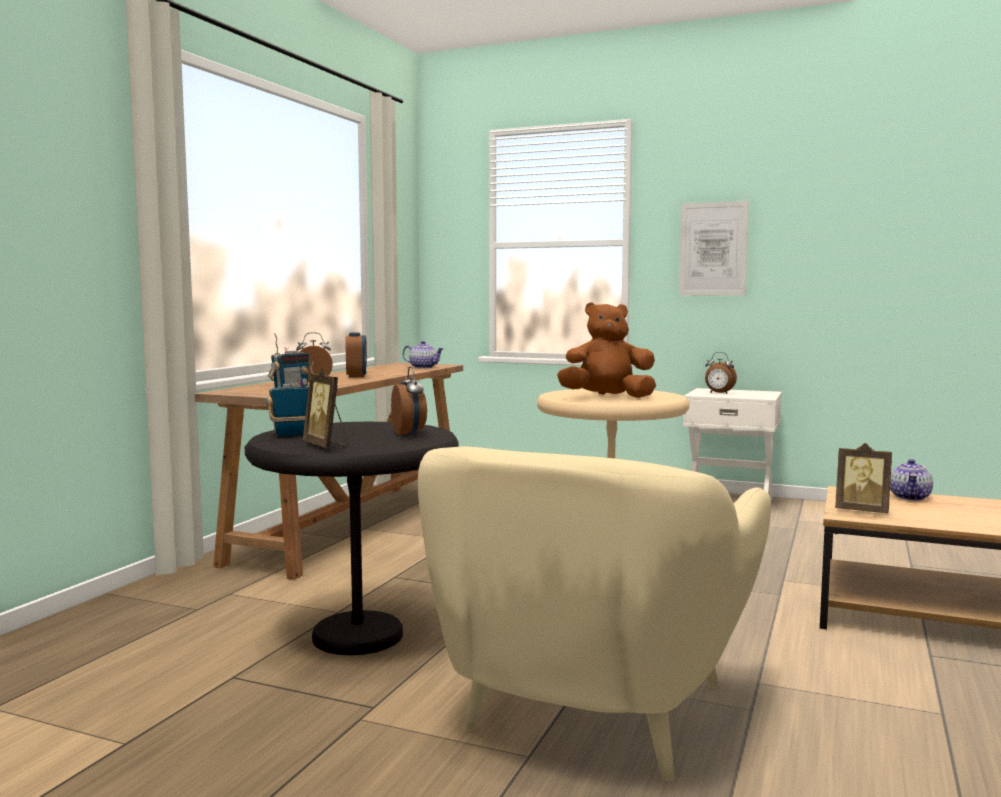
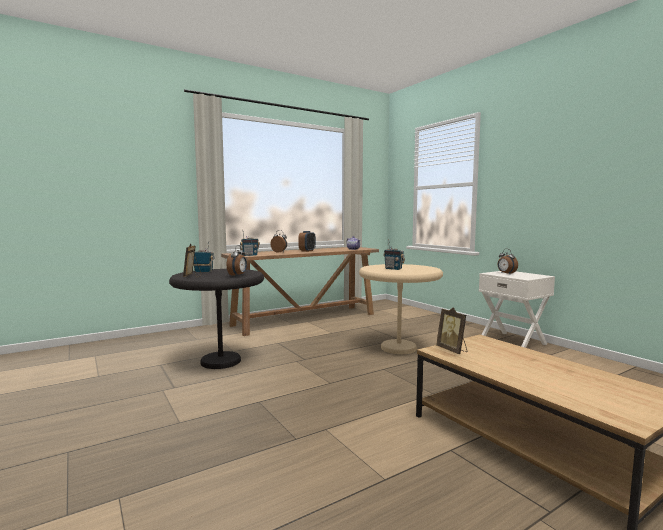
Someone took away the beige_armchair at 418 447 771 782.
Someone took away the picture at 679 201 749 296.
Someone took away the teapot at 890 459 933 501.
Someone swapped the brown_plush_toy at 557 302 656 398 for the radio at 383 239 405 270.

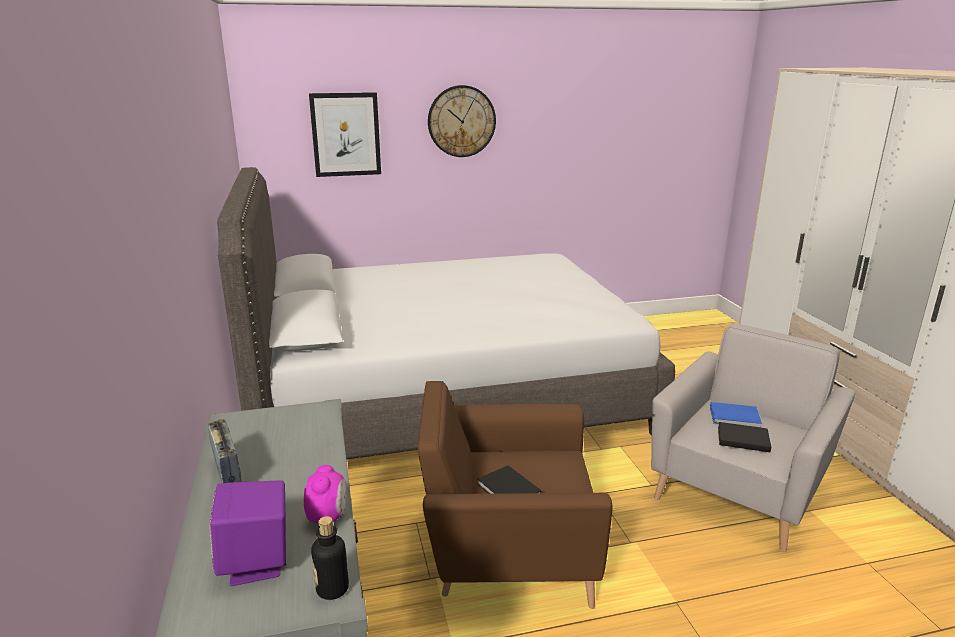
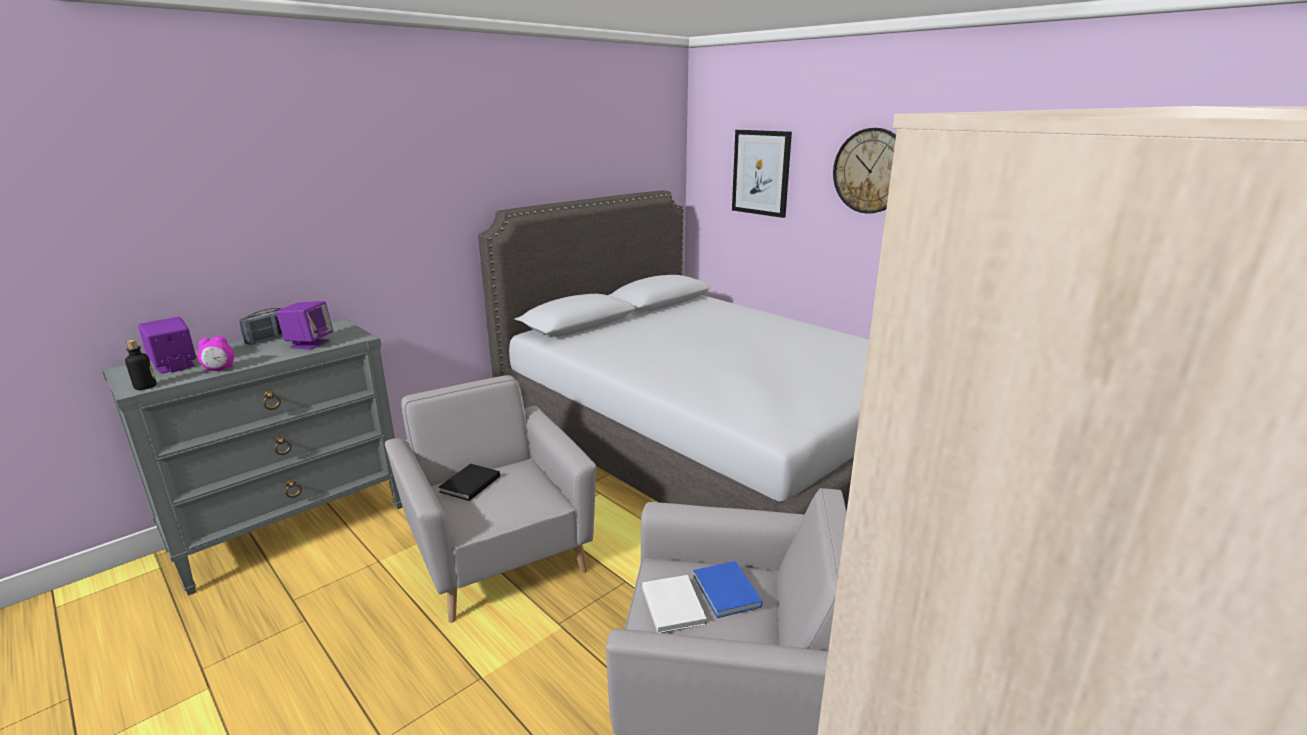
Someone put down the purple_speaker at 276 301 333 350.
Someone repainted the brown_armchair at 418 381 613 609, which became the grey_armchair at 385 375 596 623.
Someone repainted the black_book at 718 422 771 452, which became the white_book at 642 575 707 633.

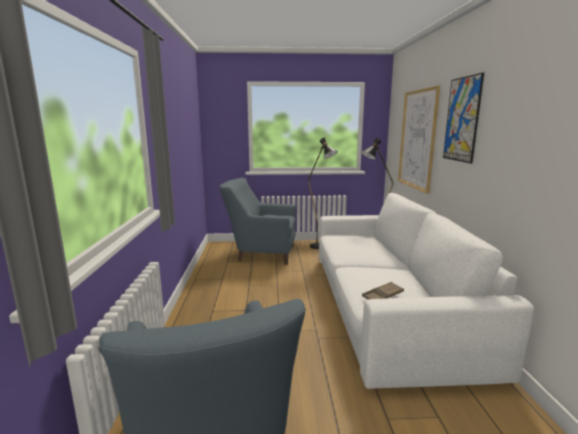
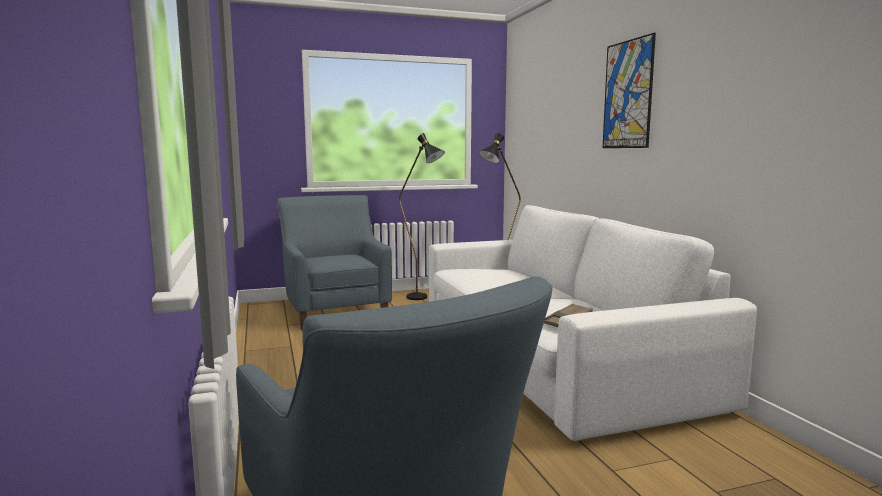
Someone took away the picture at 398 86 440 194.
Someone rotated the blue_armchair at 220 178 296 265 by 75 degrees clockwise.

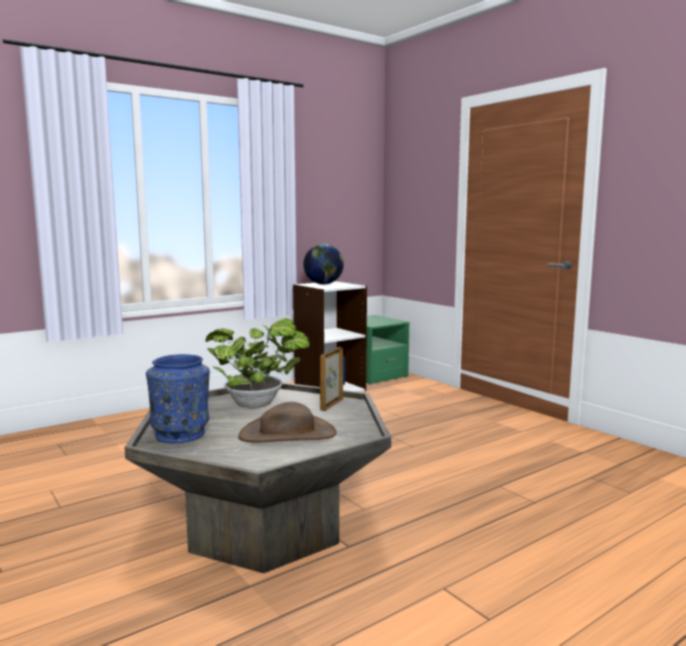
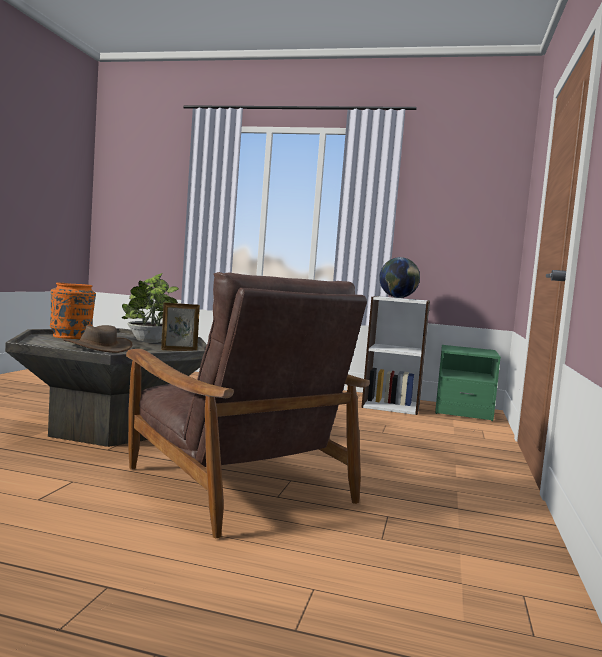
Someone put down the brown_armchair at 126 272 370 538.
Someone repainted the blue_vase at 146 354 210 443, which became the orange_vase at 50 283 96 339.

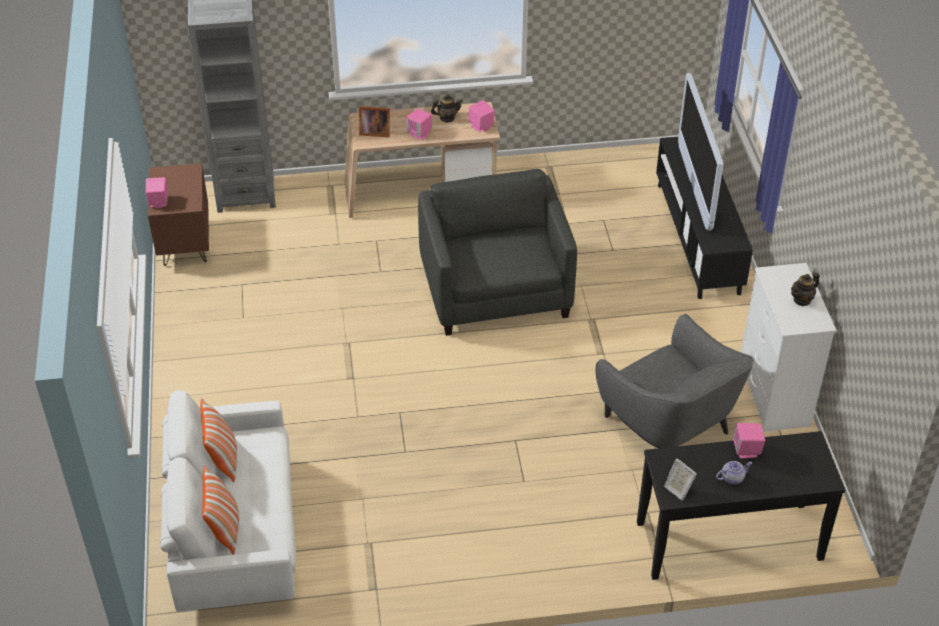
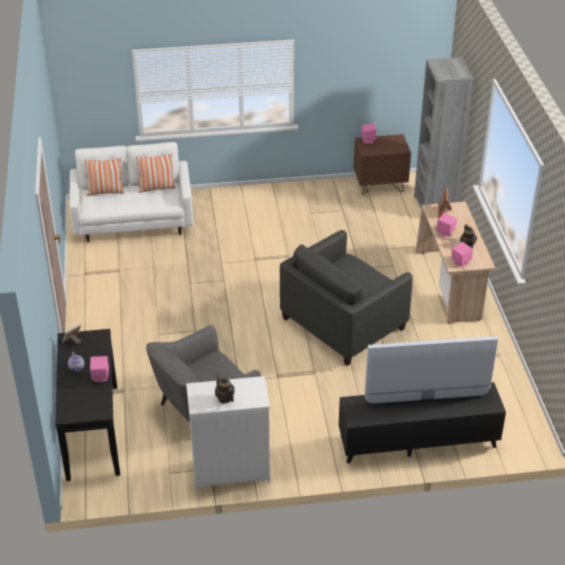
Someone rotated the grey_armchair at 418 169 577 336 by 150 degrees clockwise.

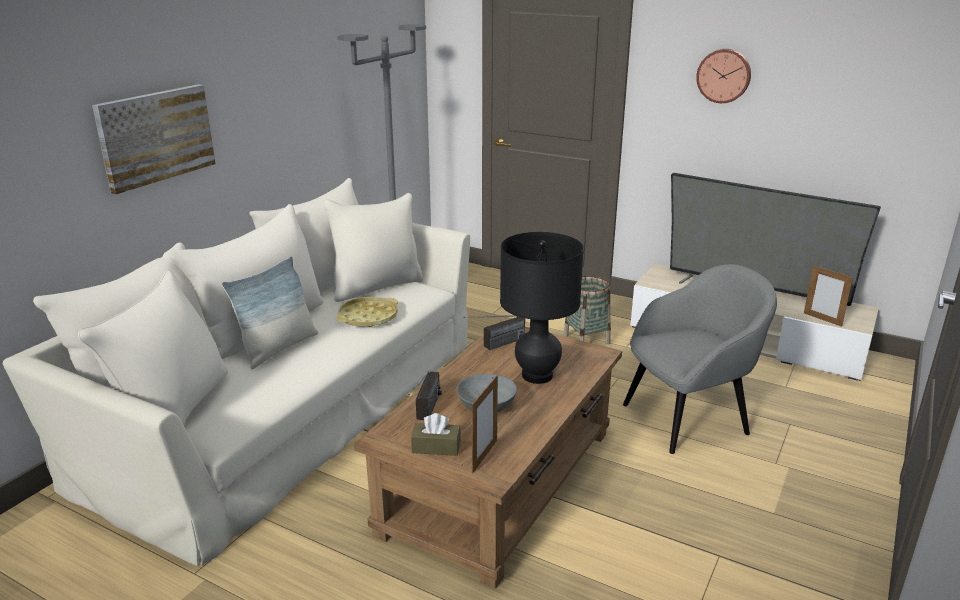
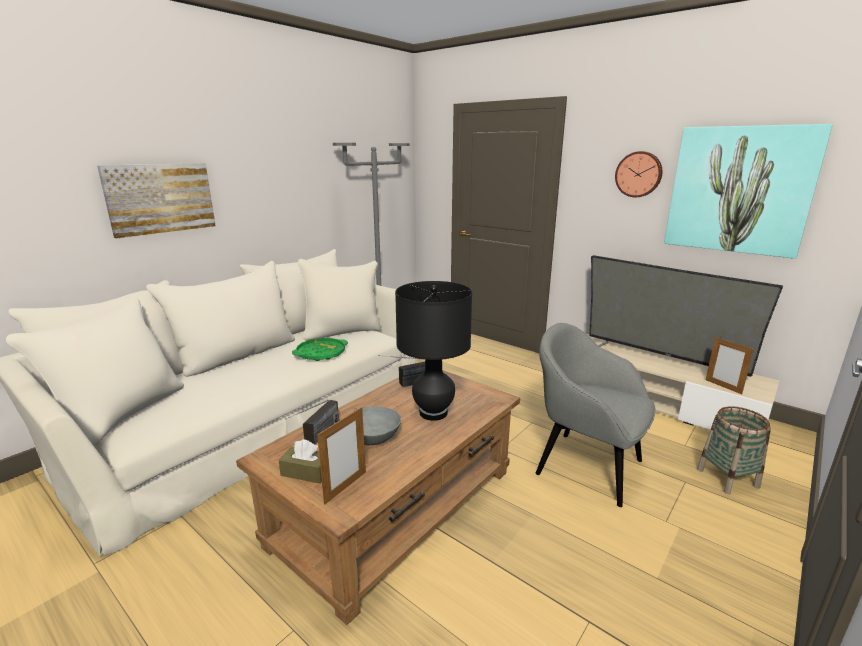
Someone took away the pillow at 222 256 318 369.
Someone put up the picture at 664 124 833 259.
Someone carried the basket from 563 276 611 345 to 697 406 771 494.
Someone repainted the yellow_tray at 336 297 398 327, which became the green_tray at 292 338 348 361.
Someone rotated the grey_armchair at 623 264 777 454 by 135 degrees counterclockwise.

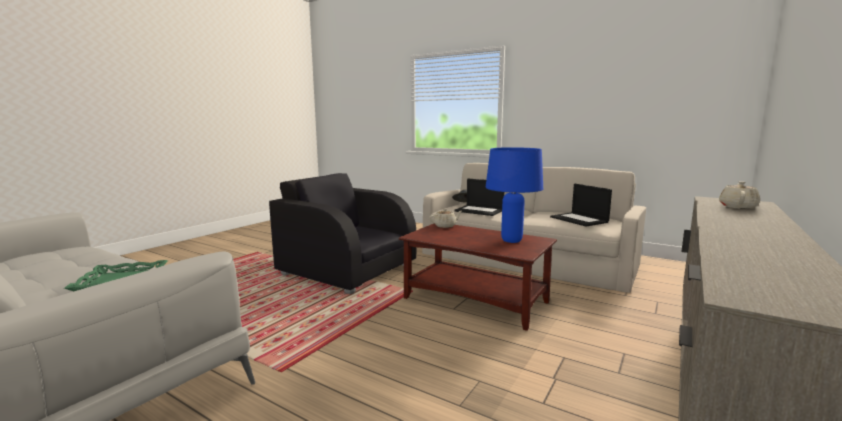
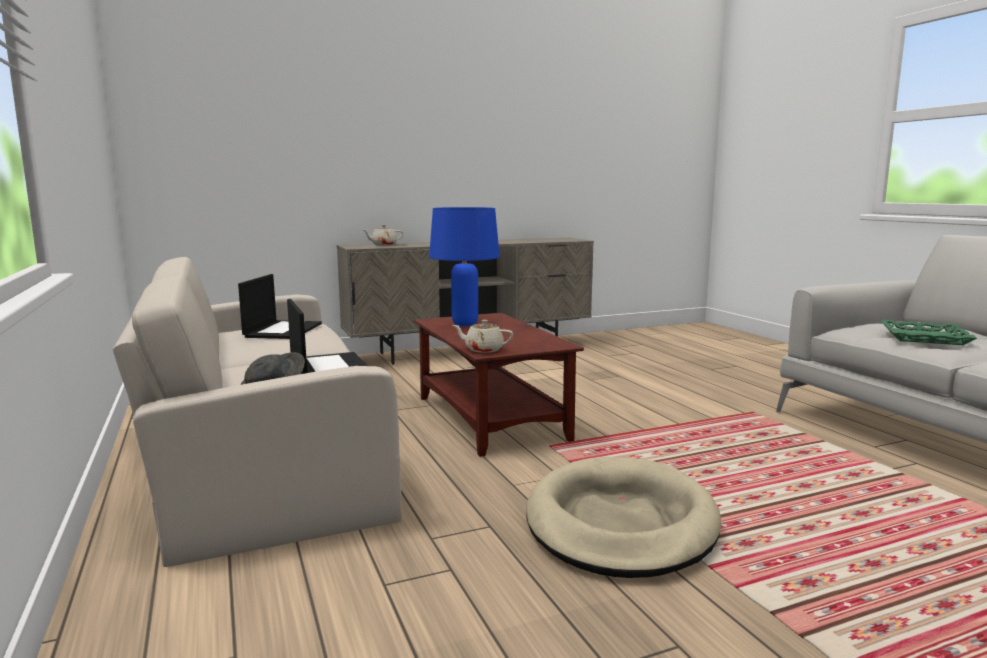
Someone swapped the black_armchair at 269 173 416 294 for the beige_dog_bed at 526 457 721 578.

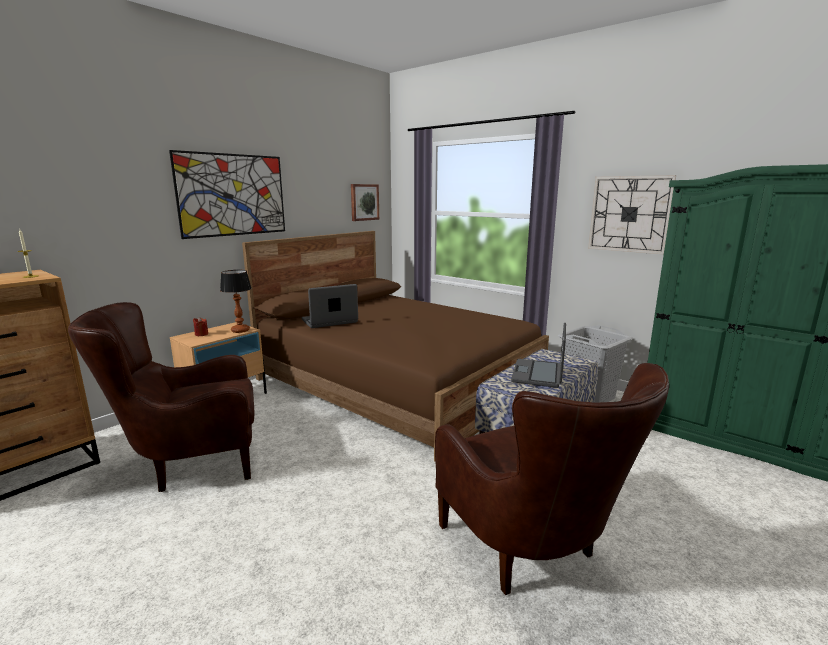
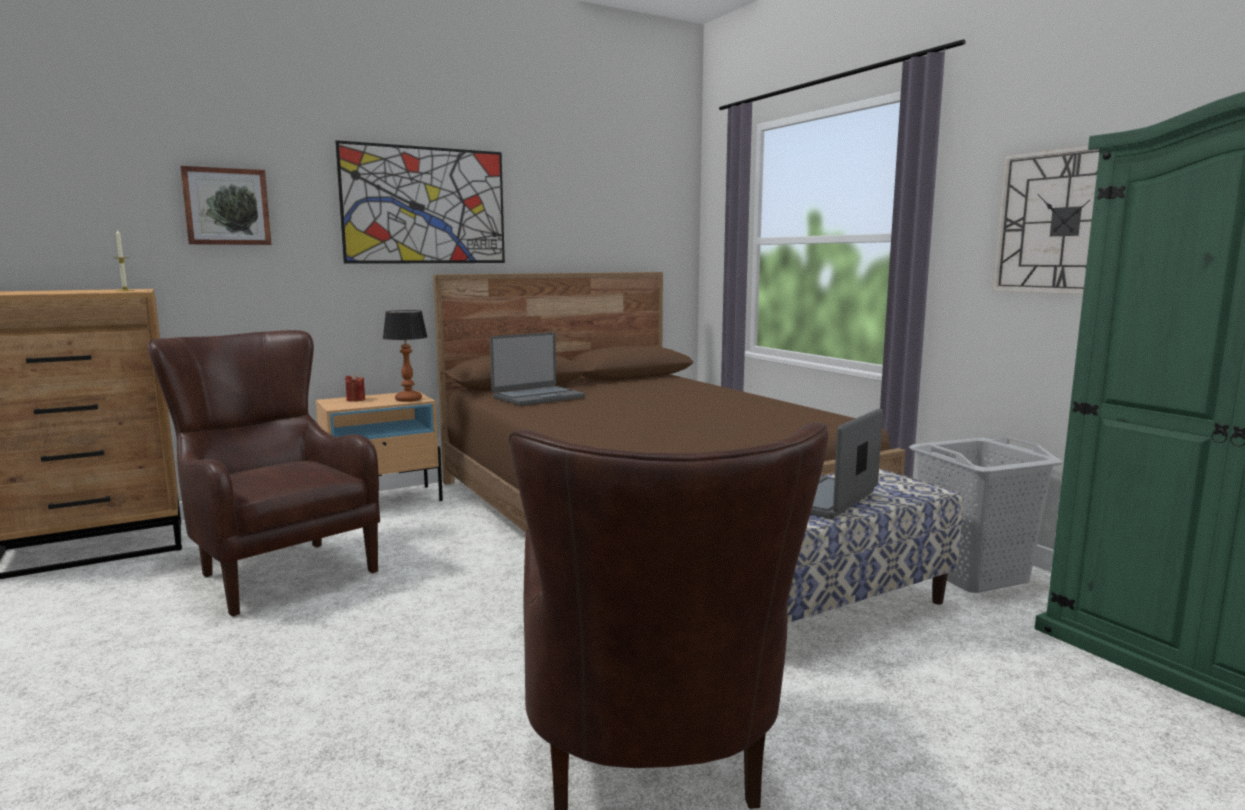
Someone carried the picture from 351 184 379 221 to 180 166 271 245.
Someone rotated the brown_armchair at 68 302 254 492 by 45 degrees clockwise.
Someone rotated the laptop at 302 284 358 328 by 150 degrees clockwise.

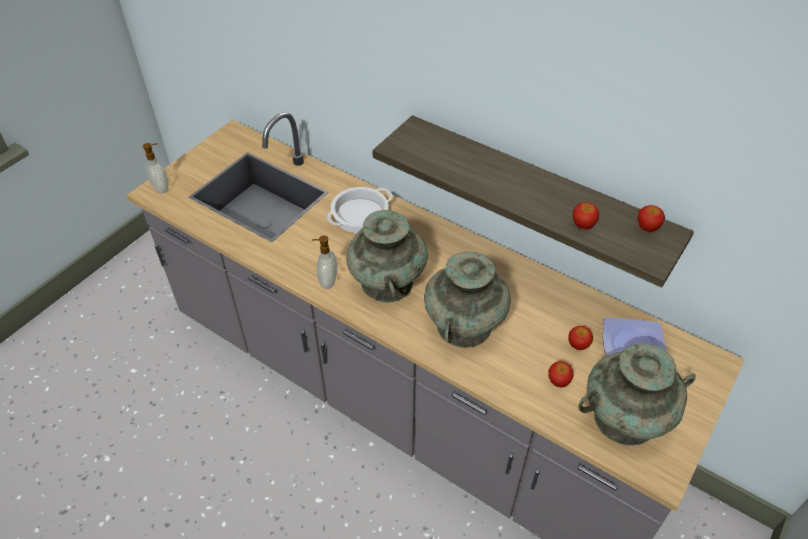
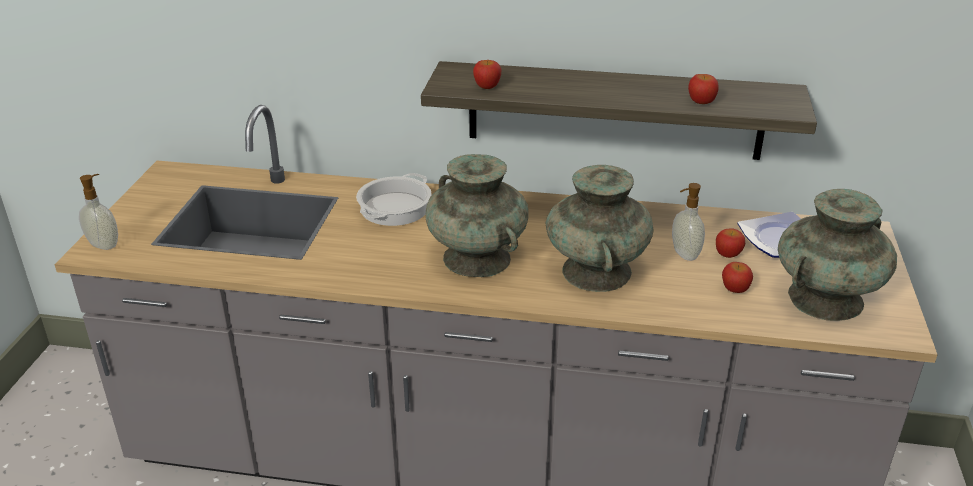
Someone carried the soap_dispenser from 312 236 337 289 to 672 183 705 261.
Someone carried the apple from 638 205 665 232 to 473 60 501 89.

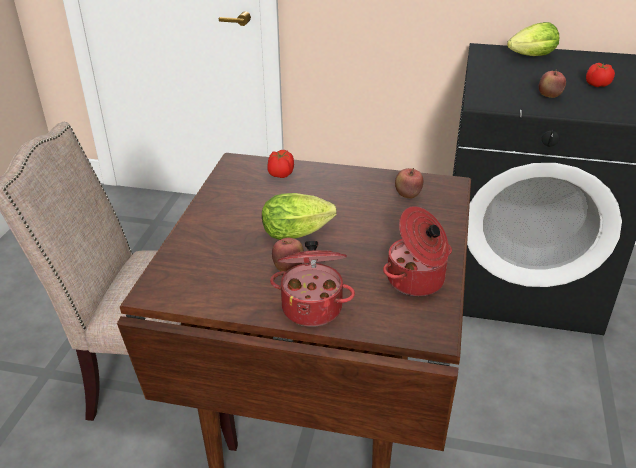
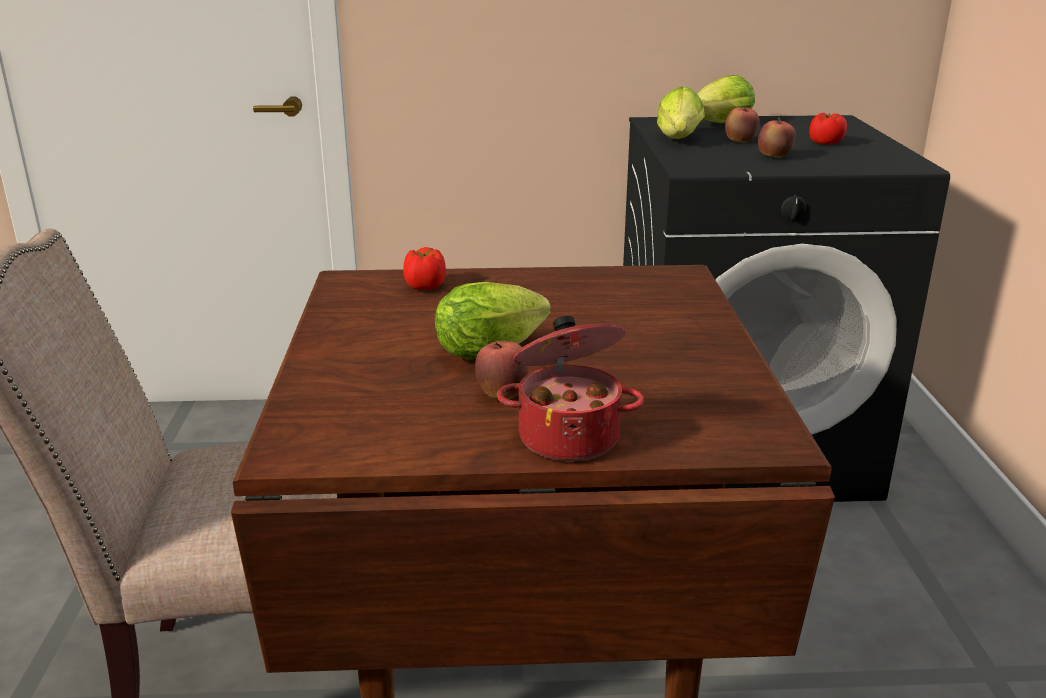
Someone took away the cooking_pot at 383 206 452 296.
Someone put down the lettuce at 657 86 705 139.
Someone carried the apple from 395 168 423 199 to 725 105 760 143.

